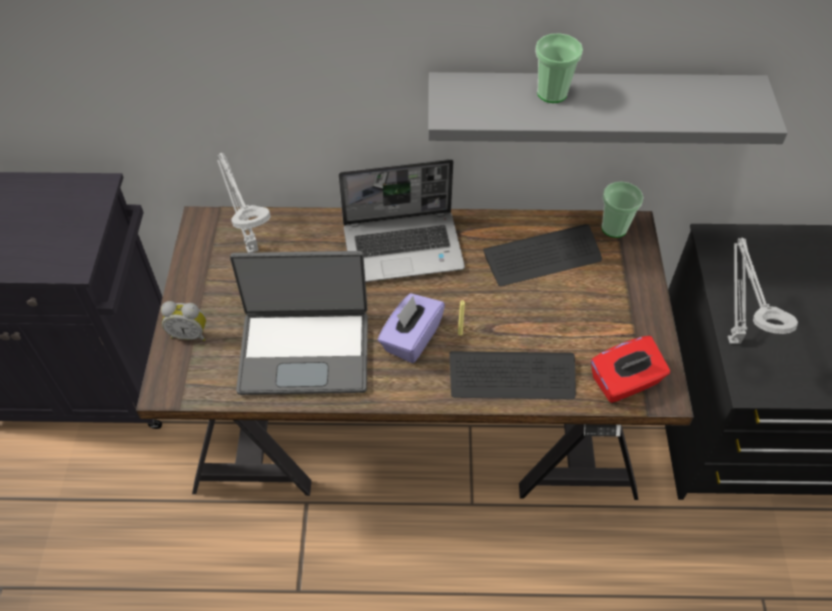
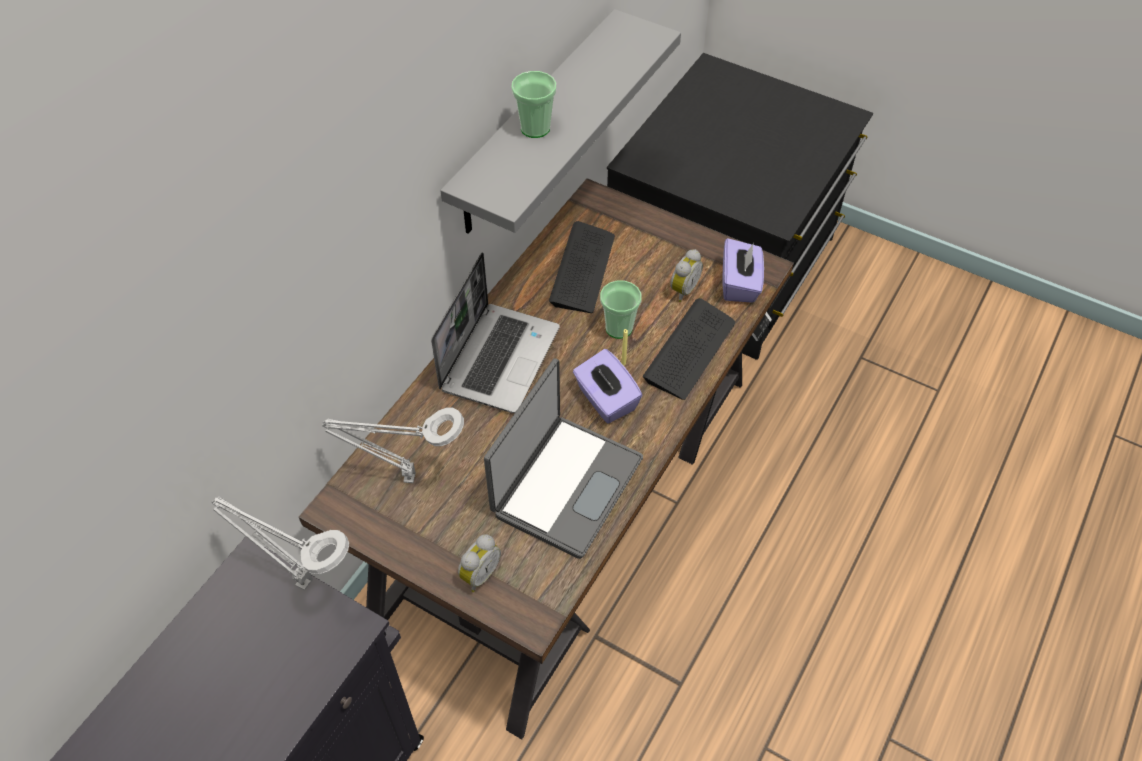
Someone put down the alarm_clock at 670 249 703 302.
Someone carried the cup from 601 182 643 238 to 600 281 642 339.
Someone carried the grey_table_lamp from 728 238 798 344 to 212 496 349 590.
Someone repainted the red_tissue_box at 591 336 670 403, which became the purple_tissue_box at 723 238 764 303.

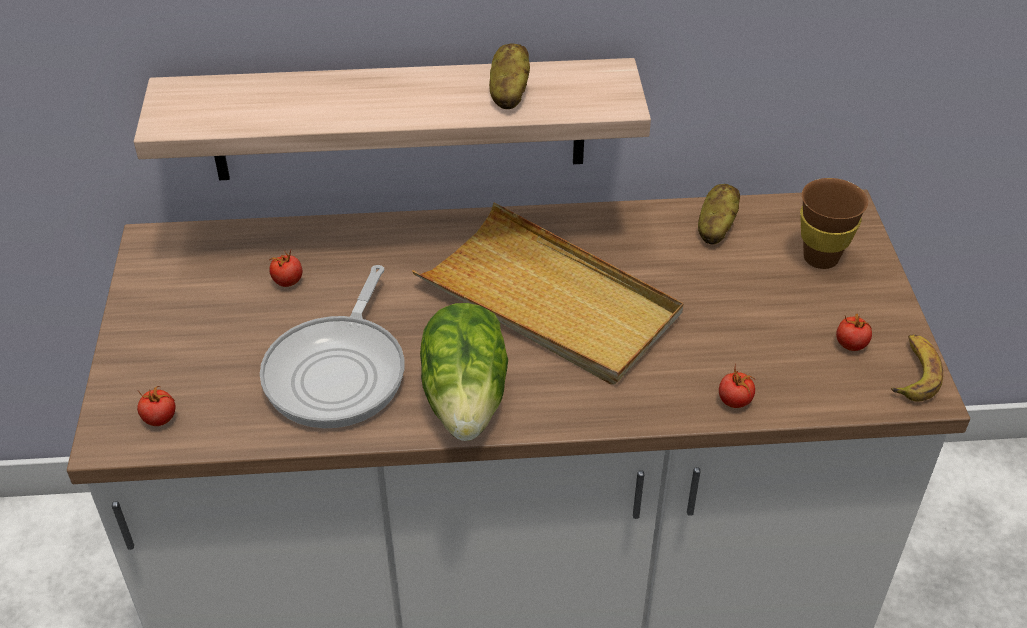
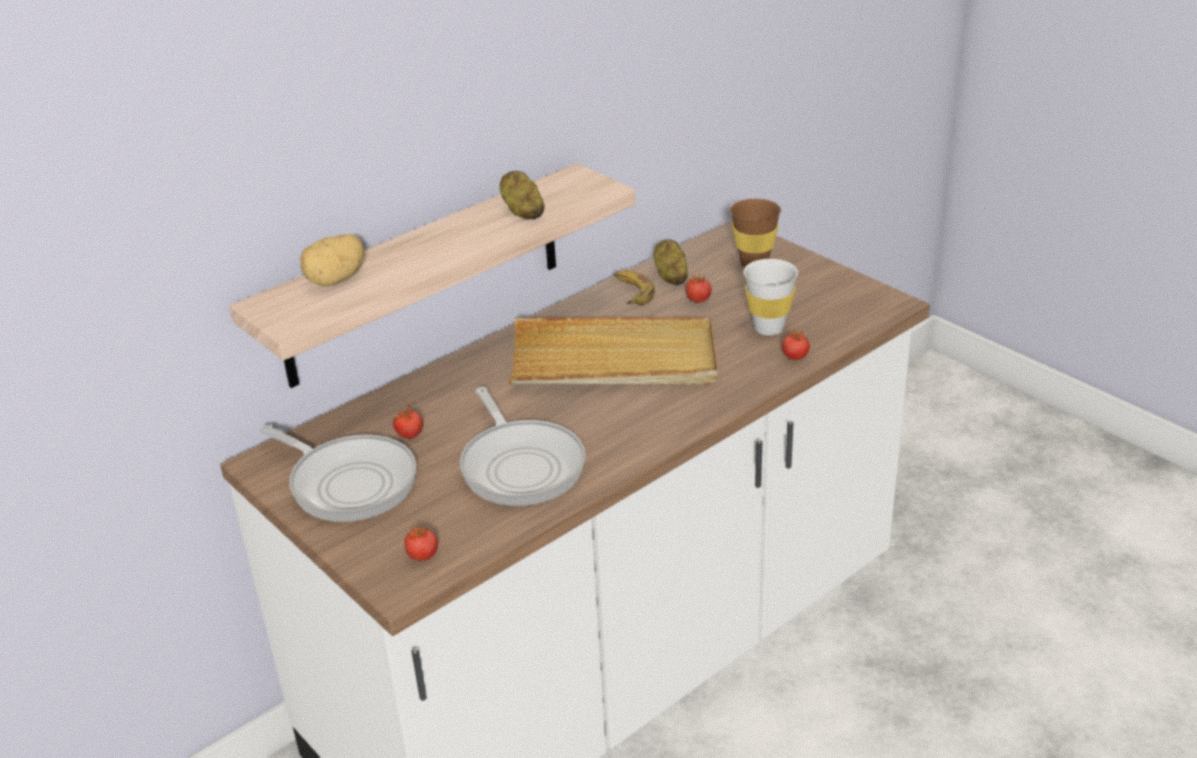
Someone took away the lettuce at 420 303 508 441.
Someone put down the frying_pan at 260 425 417 522.
Someone put down the potato at 300 234 364 287.
Someone put down the white_cup at 743 259 798 336.
Someone carried the tomato from 836 314 872 351 to 686 273 712 303.
Someone carried the banana from 891 334 943 402 to 614 270 655 305.

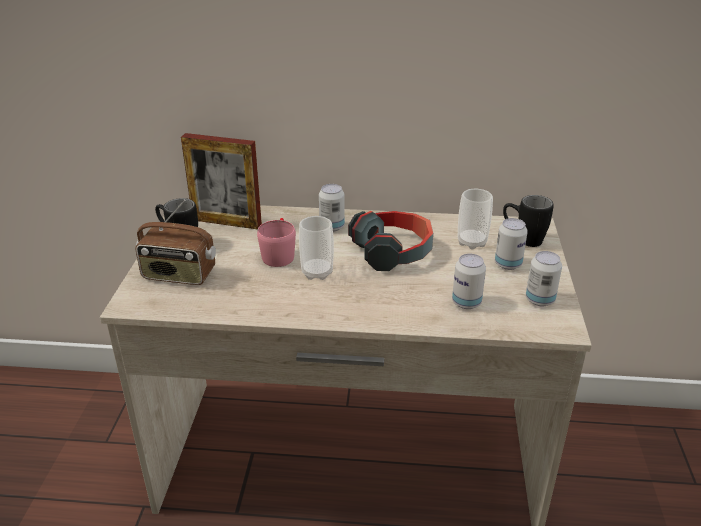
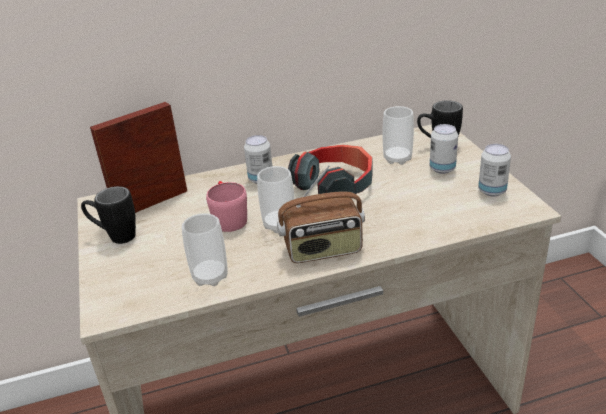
Someone took away the can at 452 254 486 309.
Someone put down the cup at 182 213 228 286.
Someone carried the radio from 135 199 216 285 to 277 165 365 263.
Someone rotated the picture_frame at 181 133 262 230 by 150 degrees clockwise.

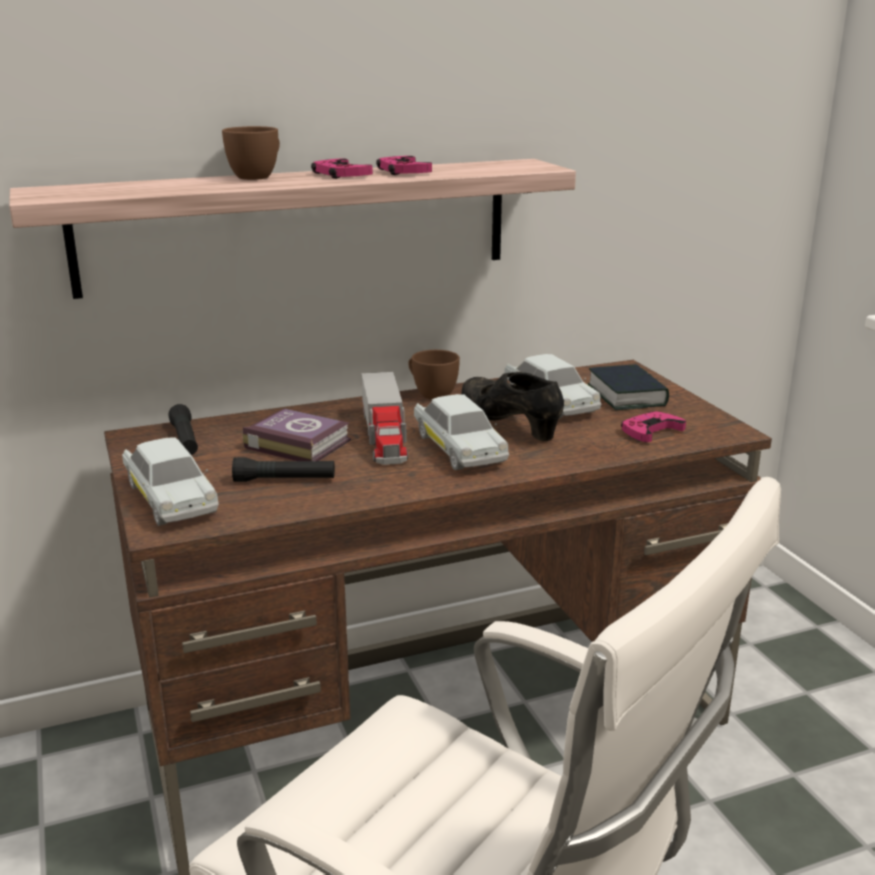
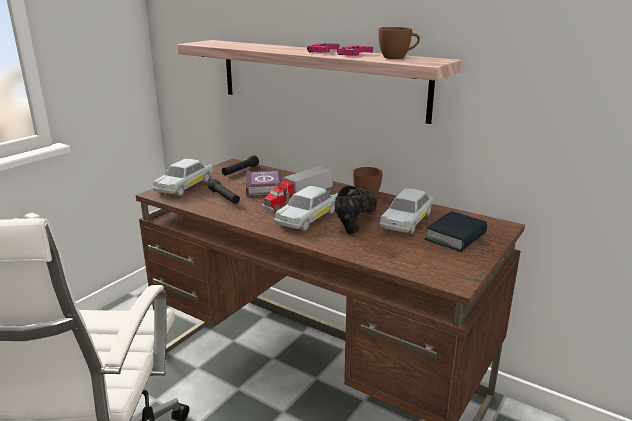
Someone took away the pink_game_controller at 621 411 686 442.
Someone carried the brown_cup from 222 126 280 180 to 378 27 420 59.

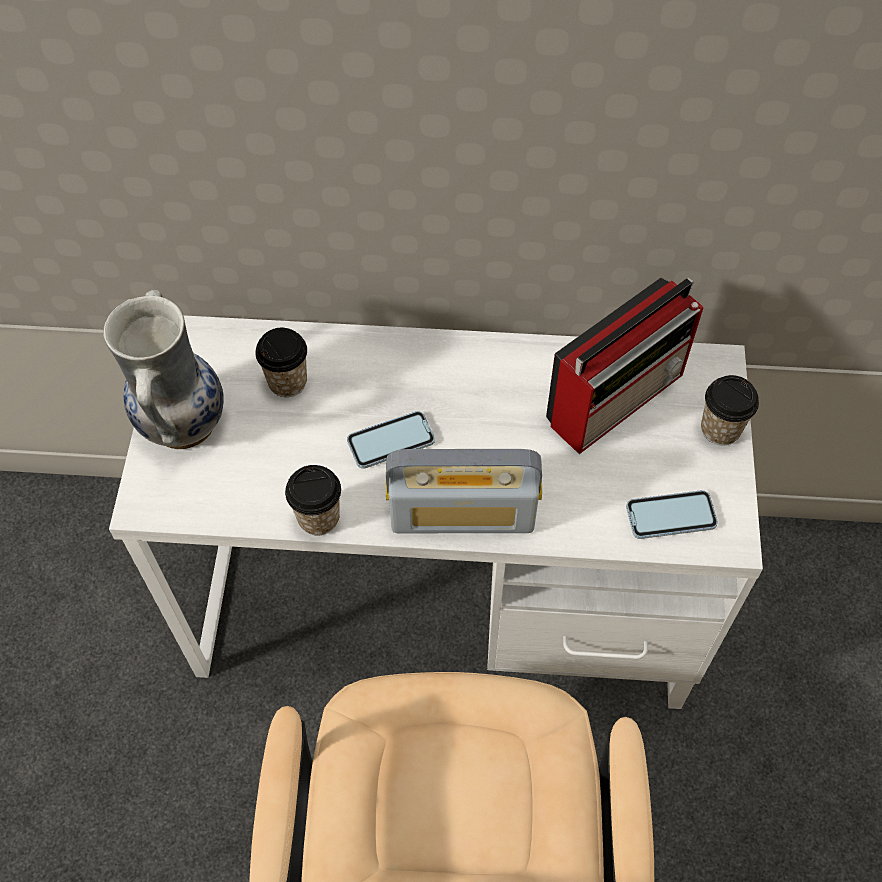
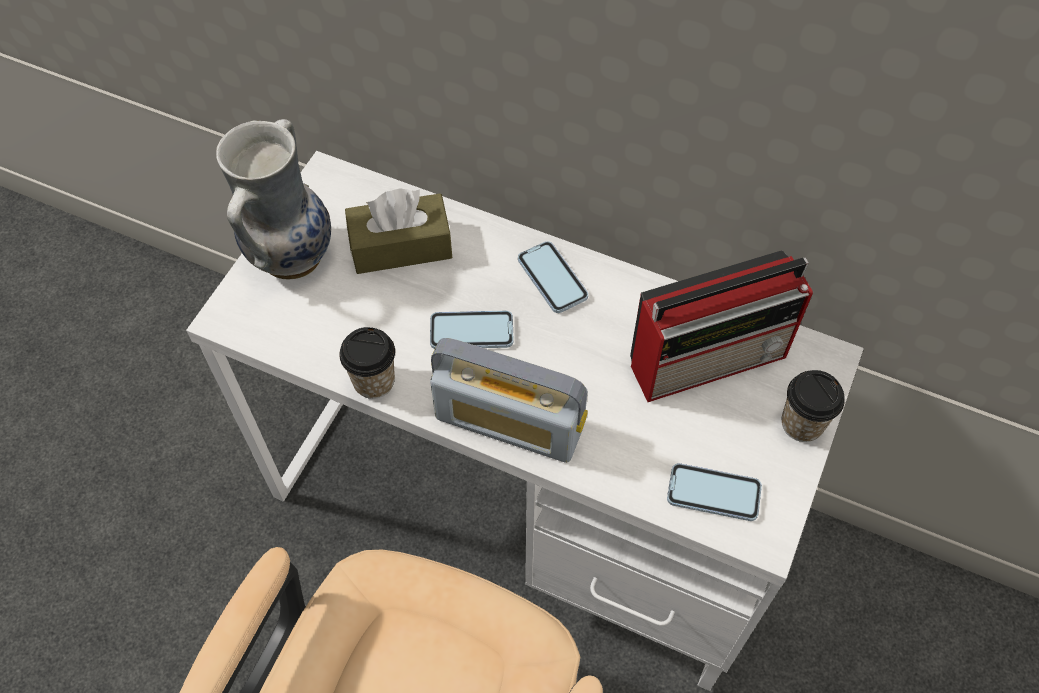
Someone put down the phone at 518 241 588 313.
Someone swapped the cup at 255 328 307 397 for the brown_tissue_box at 345 188 452 274.

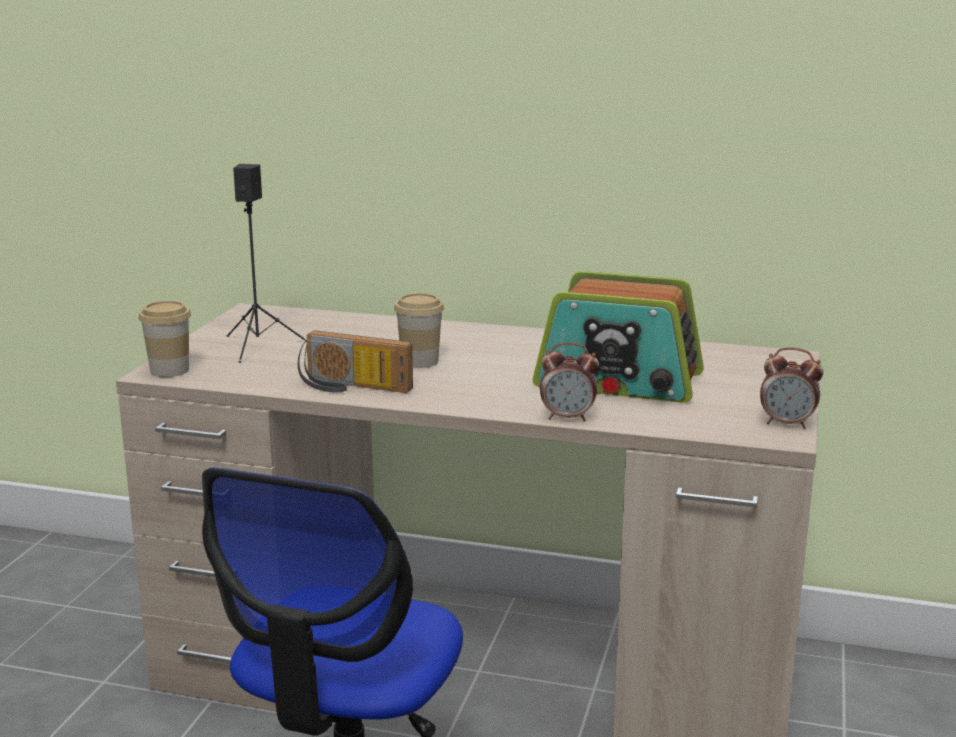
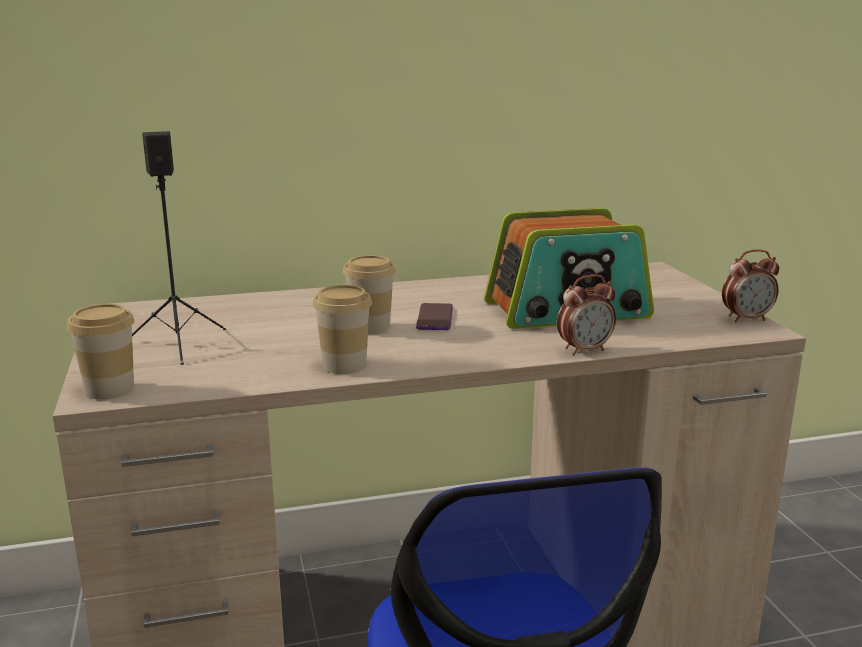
Someone put down the phone at 416 303 453 330.
Someone swapped the radio at 298 330 413 393 for the cup at 312 285 372 374.

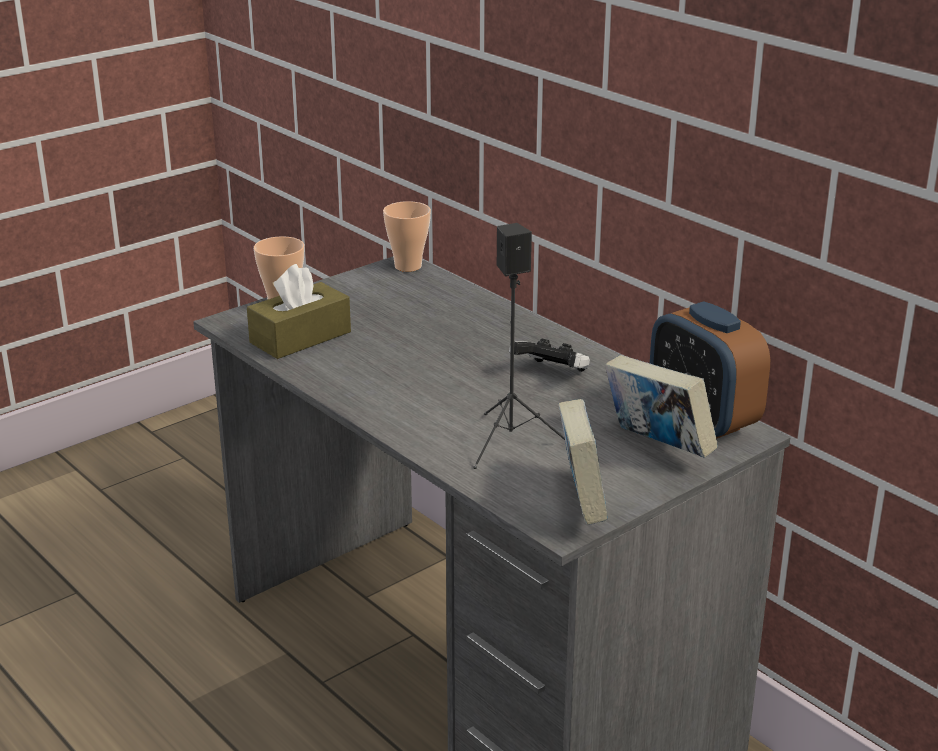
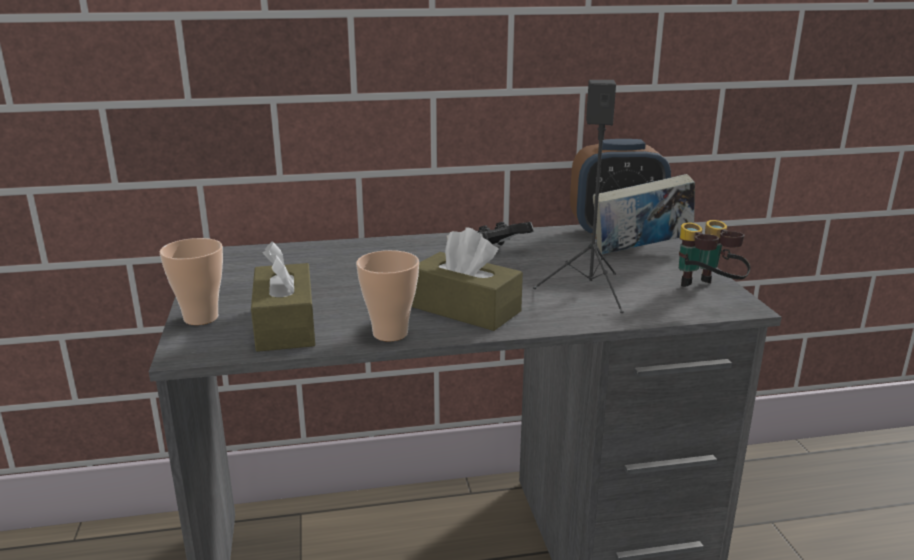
Someone put down the brown_tissue_box at 412 227 523 331.
Someone carried the cup from 383 201 431 272 to 356 250 419 341.
Someone swapped the book at 558 399 608 525 for the binoculars at 679 220 751 287.

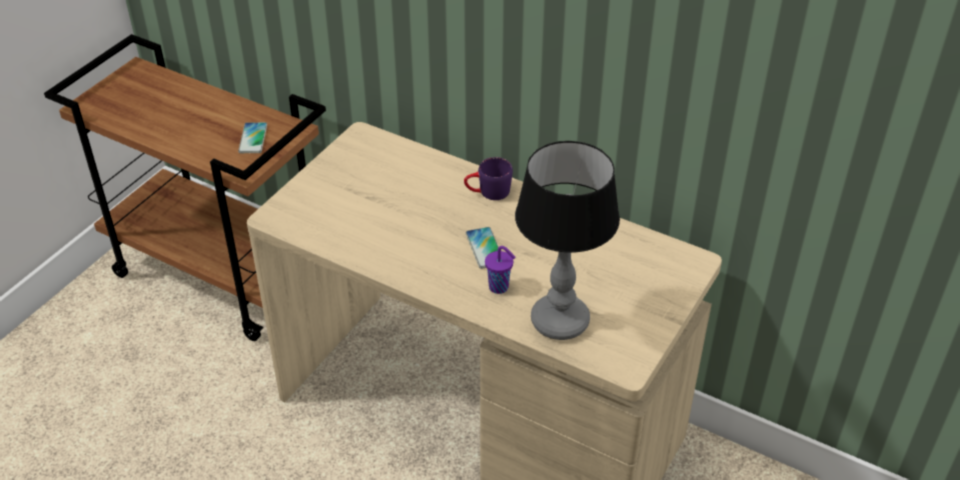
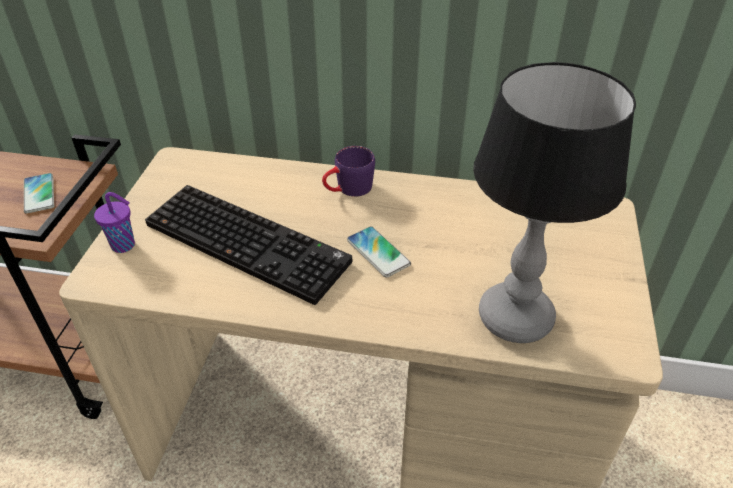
Someone put down the keyboard at 145 185 353 305.
Someone carried the purple_cup from 485 246 516 294 to 94 192 135 253.

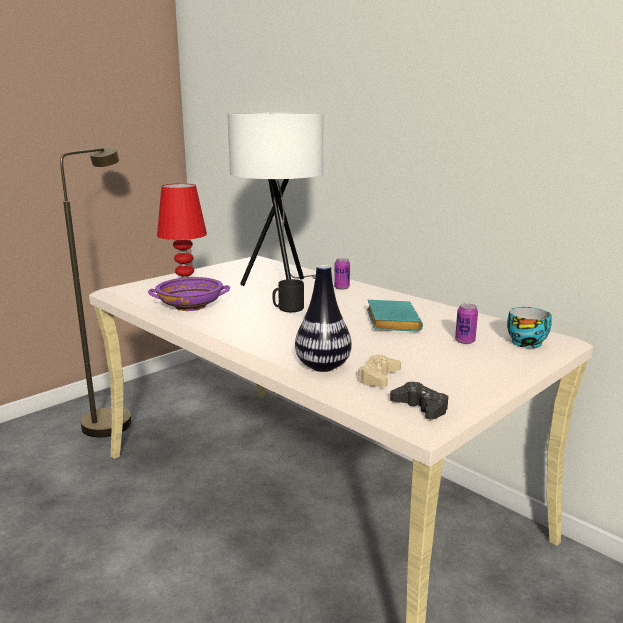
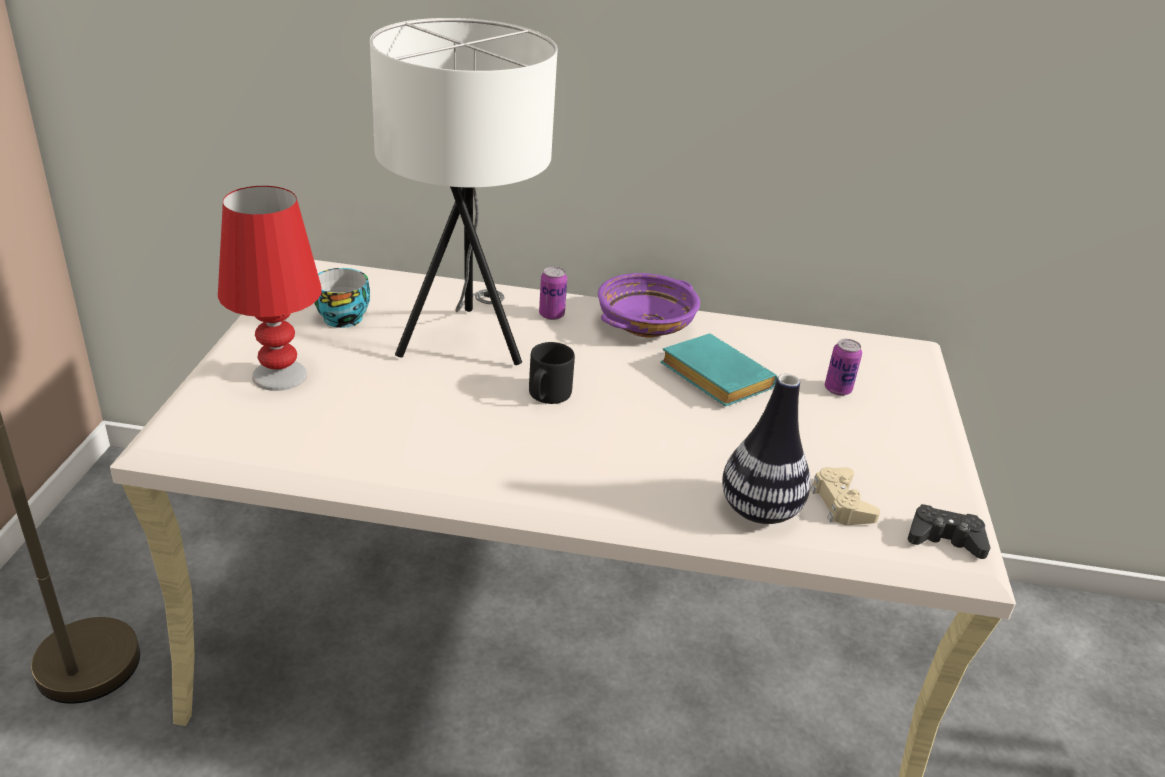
Someone carried the purple_bowl from 148 277 230 311 to 598 273 700 338.
Someone carried the cup from 507 307 552 348 to 314 268 370 328.

